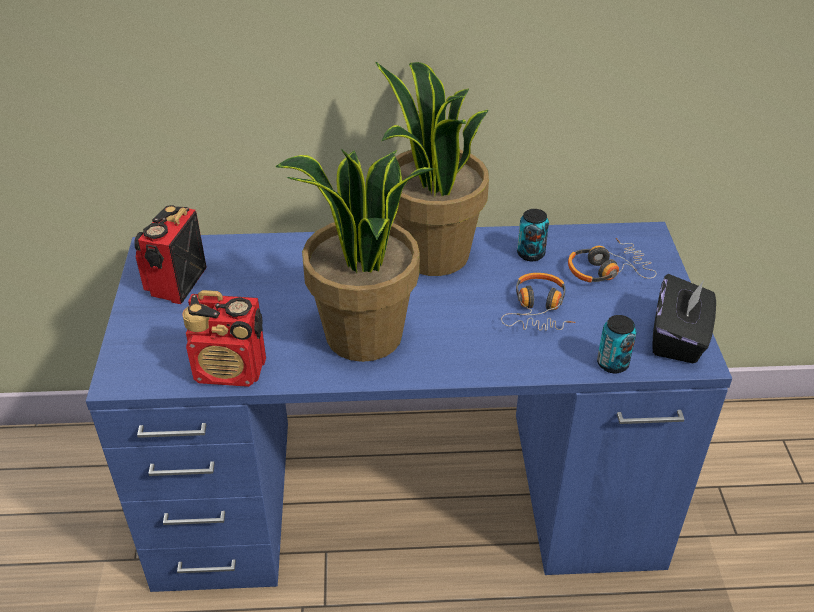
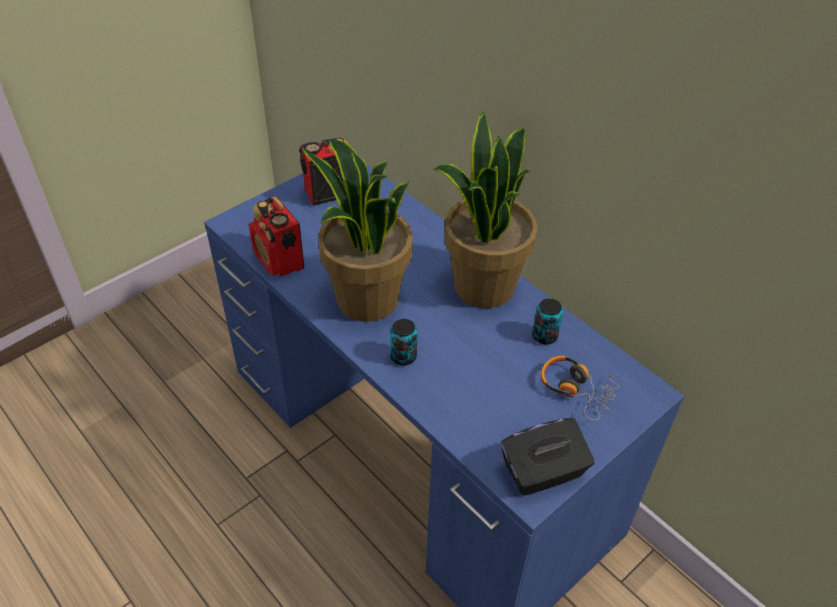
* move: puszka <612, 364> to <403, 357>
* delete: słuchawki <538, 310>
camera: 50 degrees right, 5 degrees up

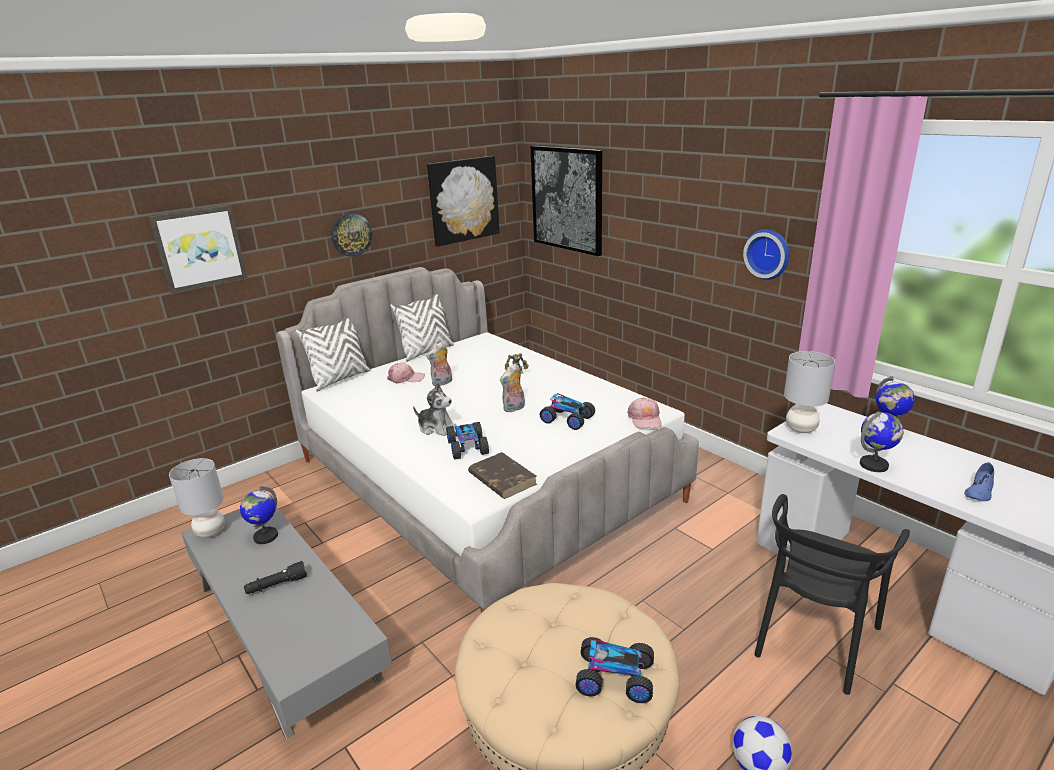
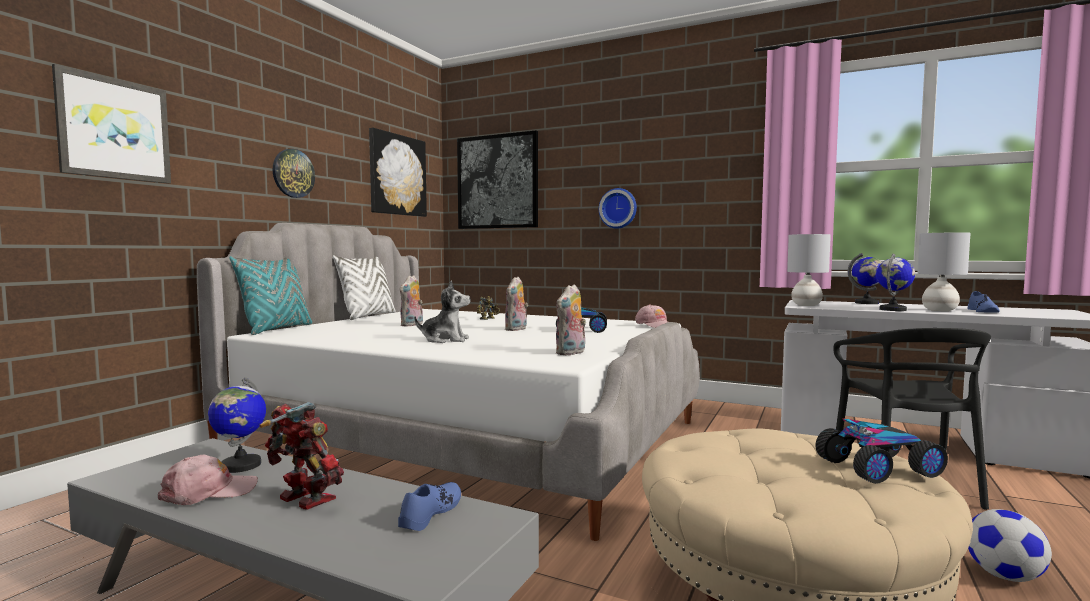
* move: czapka z daszkiem (różowy) <406, 378> to <209, 492>
* recolor: poduszka (biały) <340, 379> to poduszka (turkusowy) <276, 329>
* replace: latarka (czarny) <277, 585> to robot zabawkowy <304, 500>
* insert: but (niebieski) <430, 513>
* replace: książka (brązowy) <502, 478> to pluszak <571, 353>
* move: zegar ścienny <768, 253> to <618, 208>
* move: lampa stołowa (szary) <210, 531> to <939, 310>
* delete: samochodzik <468, 447>
camera: 25 degrees left, 20 degrees down

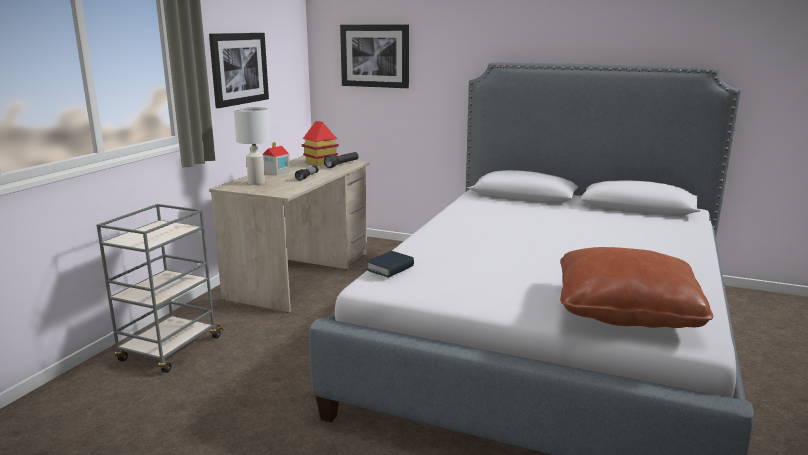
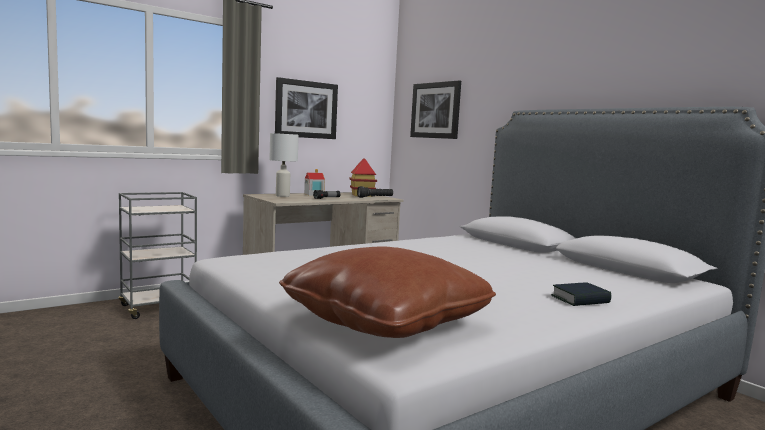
* move: książka <390, 268> to <580, 300>
camera: 30 degrees right, 10 degrees down

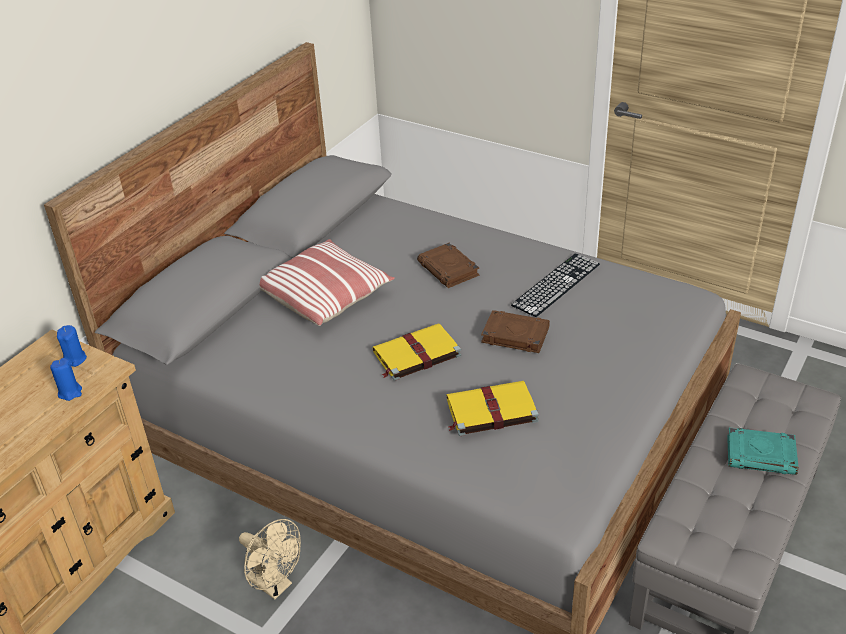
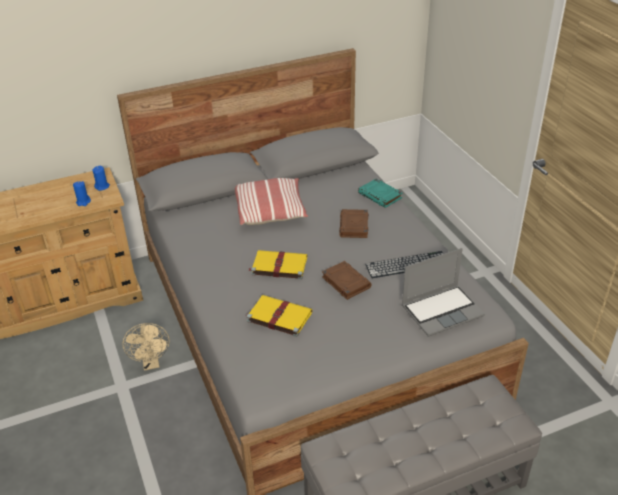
* move: książka (turkusowy) <761, 455> to <380, 196>
* insert: laptop <442, 310>
camera: 35 degrees right, 0 degrees up

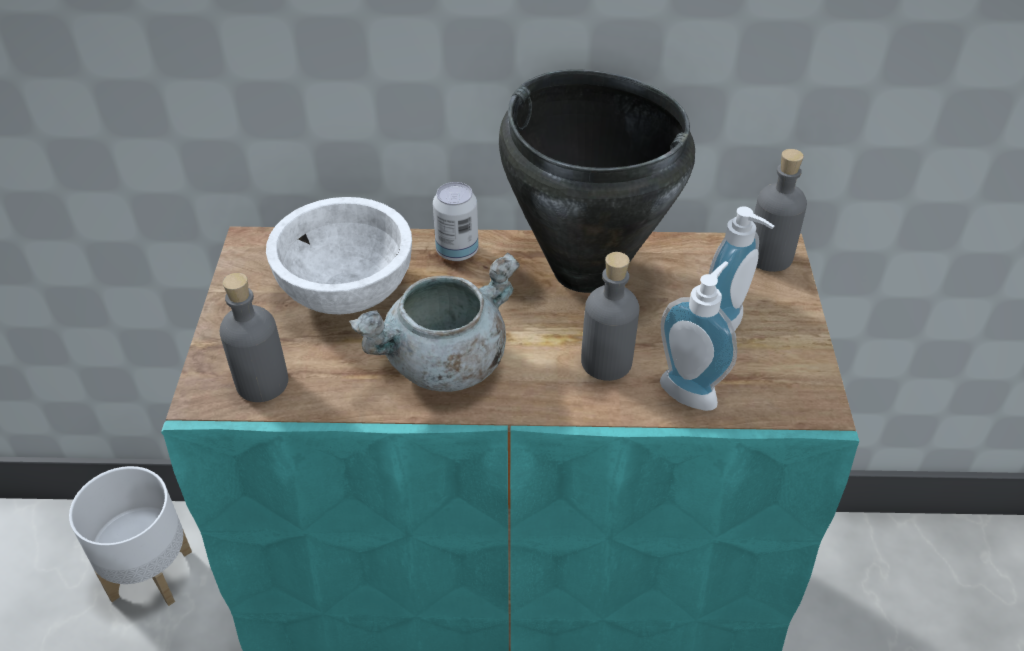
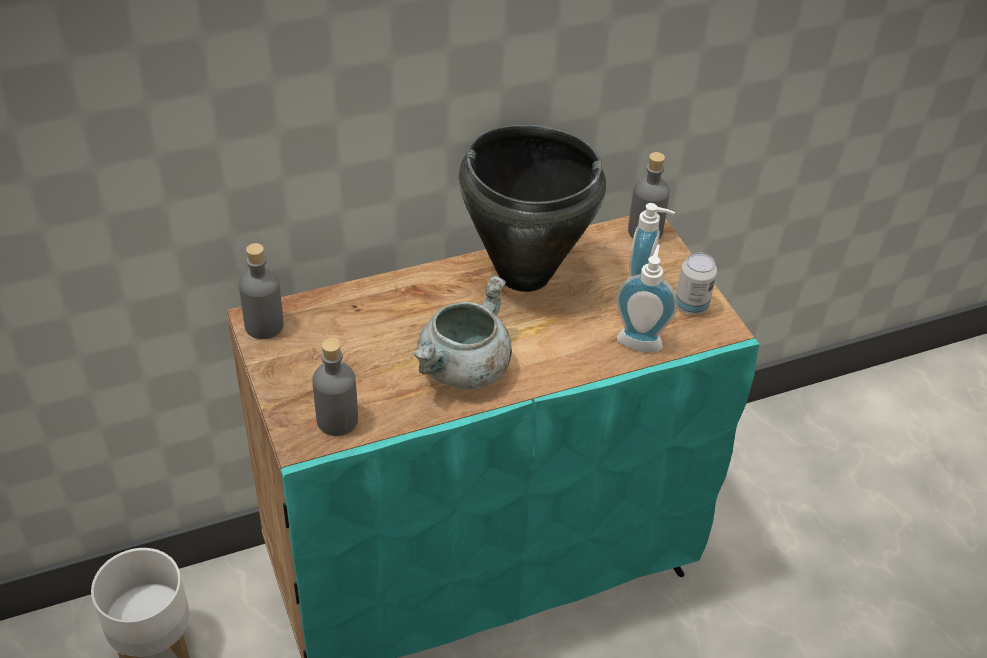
* move: butelka (szary) <606, 362> to <264, 325>
* move: puszka <457, 251> to <691, 306>
* delete: miska (biały) <346, 289>
camera: 25 degrees left, 0 degrees up

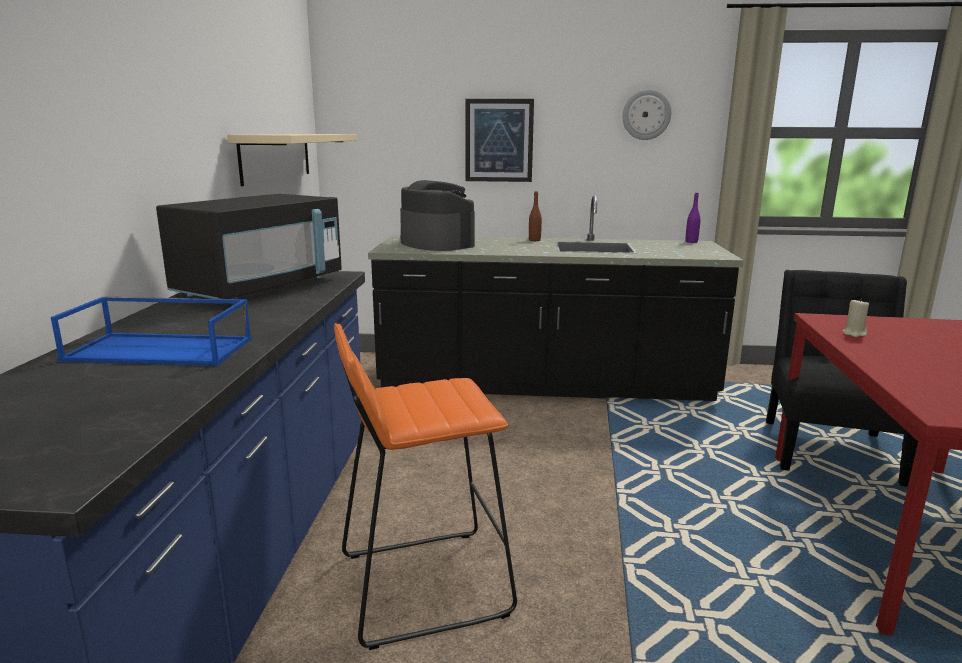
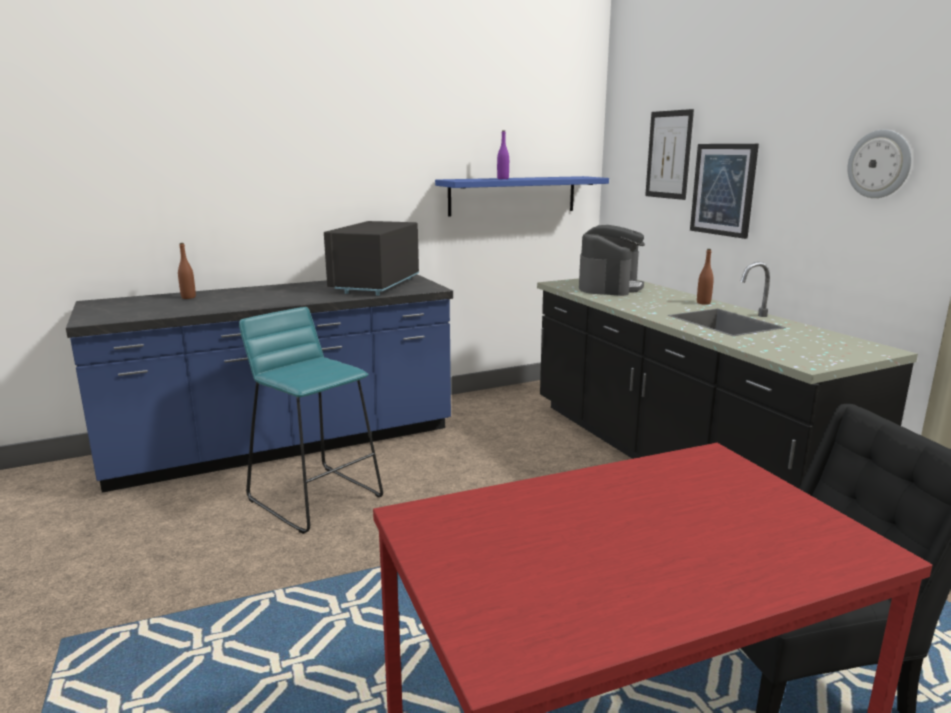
* insert: butelka (brązowy) <188, 297>
* recolor: stołek (pomarańczowy) <422, 584> to stołek (turkusowy) <316, 497>
* rotate: mikrofalówka (czarny) <261, 287> = <375, 285> 105 degrees clockwise
* recolor: półka (beżowy) <276, 156> to półka (niebieski) <513, 195>
* move: butelka (fioletowy) <691, 242> to <503, 179>
* insert: obraz <669, 155>
* delete: taca (niebieski) <162, 349>
* delete: świeca (beżowy) <854, 334>
camera: 60 degrees right, 0 degrees up

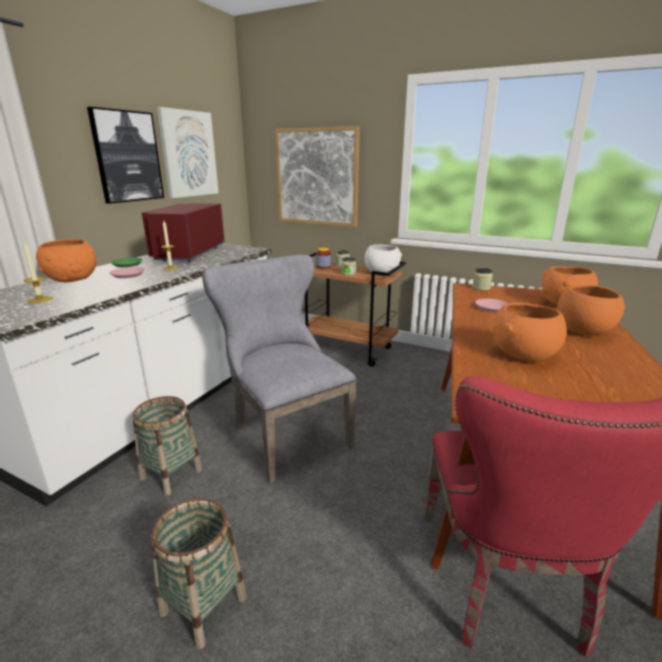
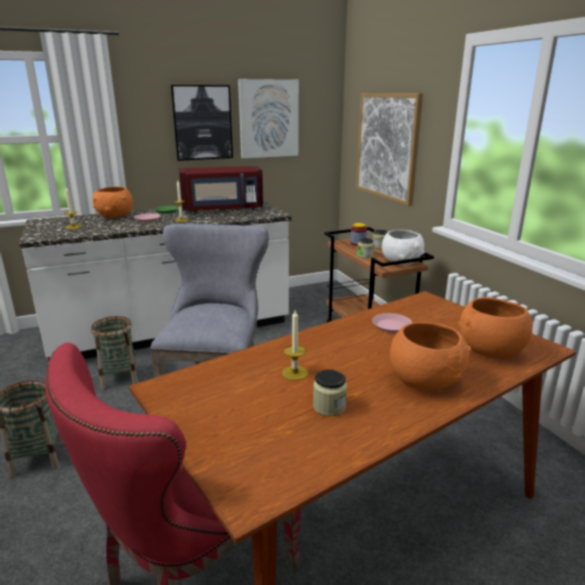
* rotate: mikrofalówka (czerwony) <188, 253> = <222, 209> 150 degrees counterclockwise
* replace: miska (pomarańczowy) <522, 355> to świeca <294, 373>
* move: słoik <481, 288> to <329, 407>
camera: 40 degrees right, 0 degrees up

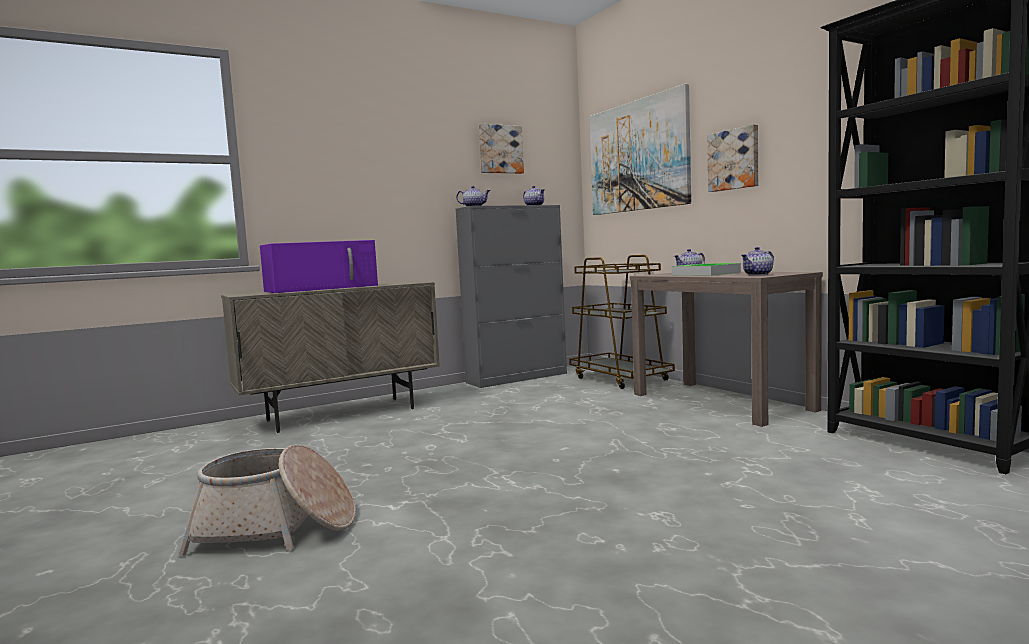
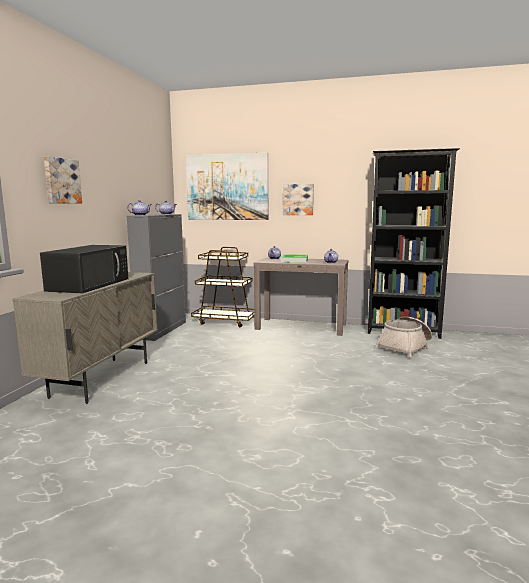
* recolor: mikrofalówka (fioletowy) <323, 288> to mikrofalówka (czarny) <89, 284>
* move: obraz <500, 149> to <61, 181>
* move: koszyk <276, 529> to <405, 347>
camera: 45 degrees left, 5 degrees up

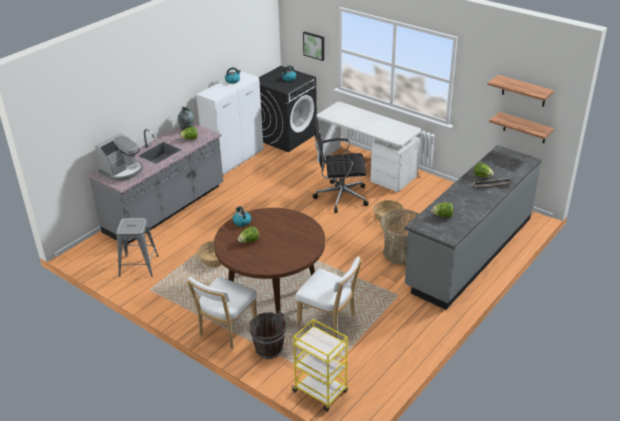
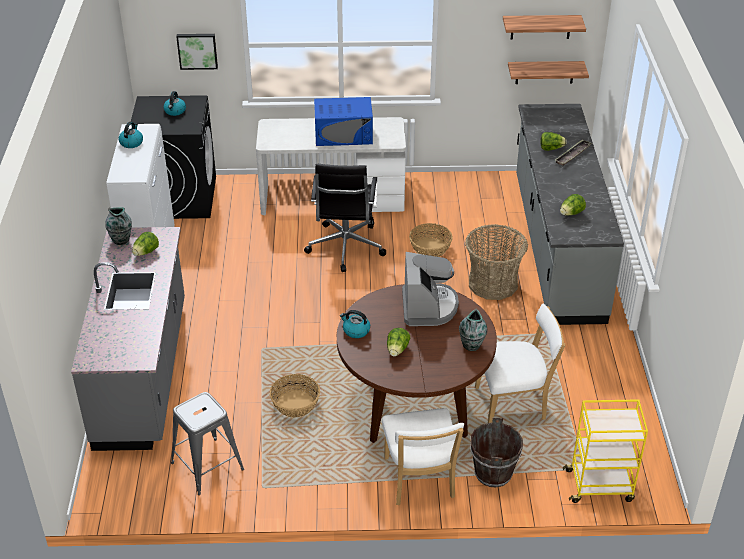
* rotate: krzesło biurowe (czarny) <339, 197> = <345, 248> 45 degrees counterclockwise
* insert: mikrofalówka (niebieski) <343, 135>
* move: ekspres do kawy <122, 171> to <428, 307>
* insert: wazon <471, 345>
camera: 40 degrees left, 5 degrees up

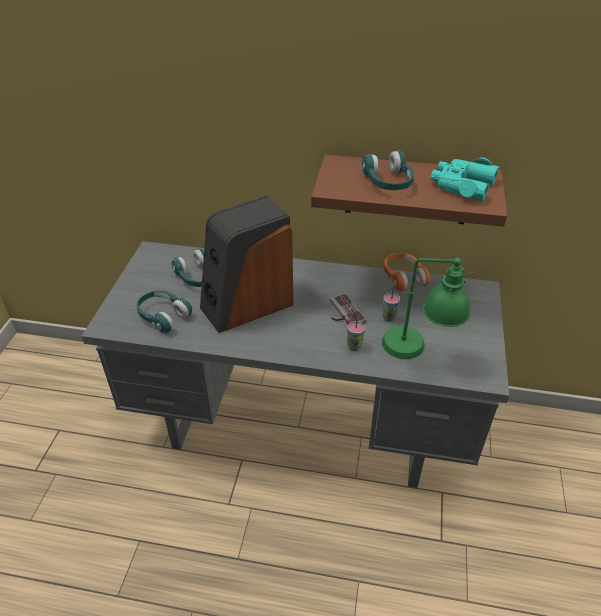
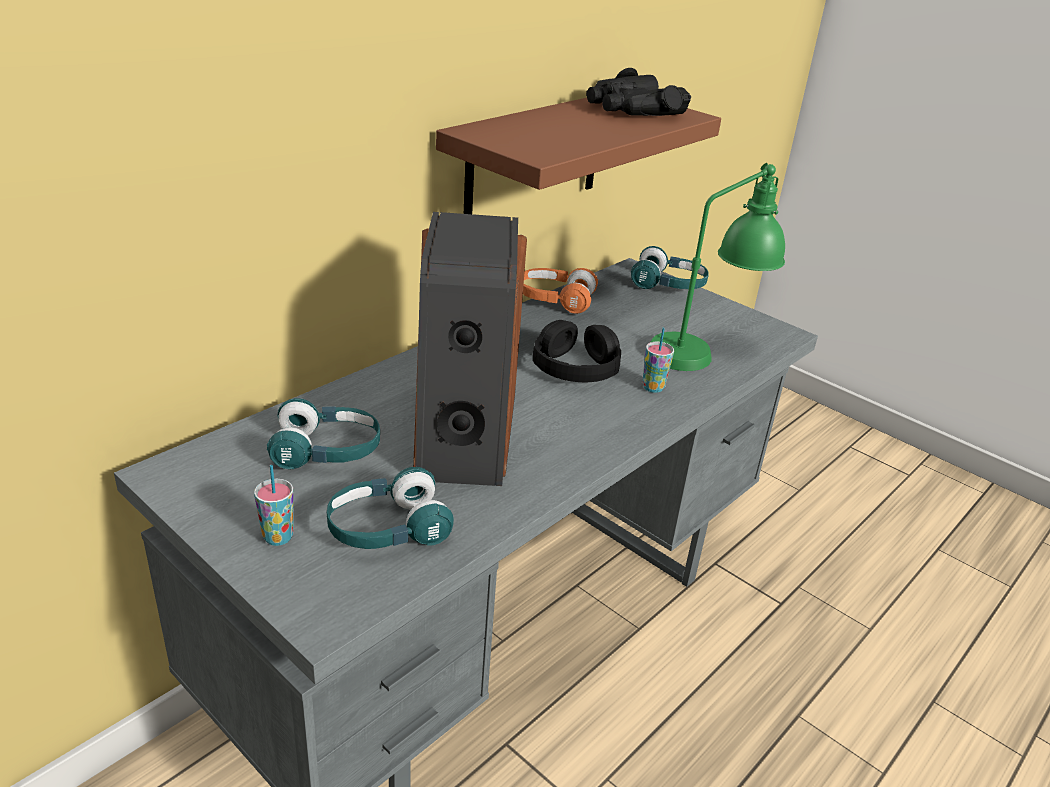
* move: filiżanka <389, 317> to <278, 537>
* replace: pad do gier <342, 313> to słuchawki (czarny) <575, 367>
* recolor: lornetka (turkusowy) <461, 185> to lornetka (czarny) <632, 109>
* move: słuchawki (turkusowy) <388, 182> to <668, 285>
camera: 60 degrees left, 10 degrees down

